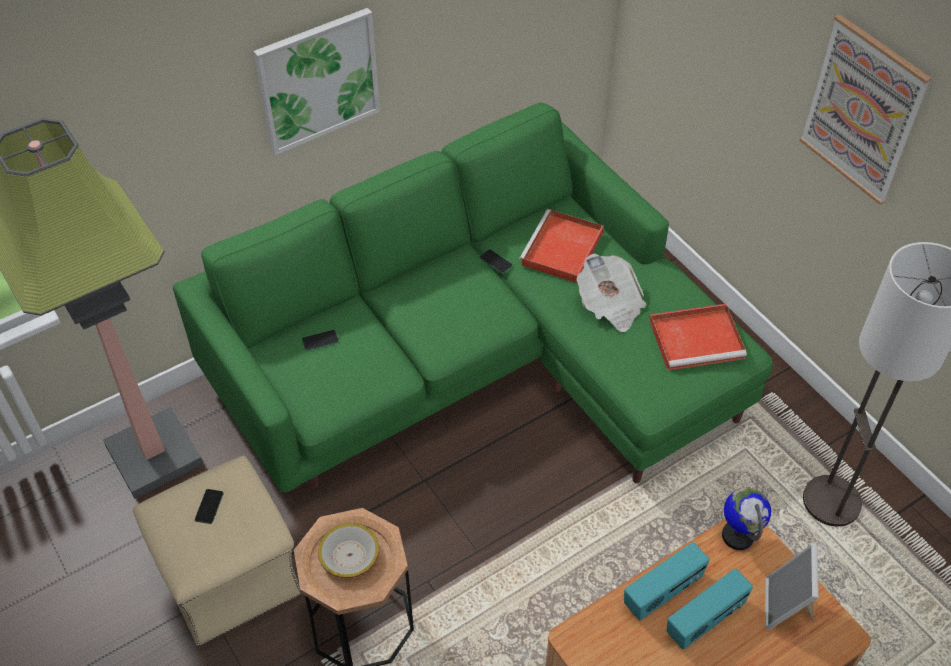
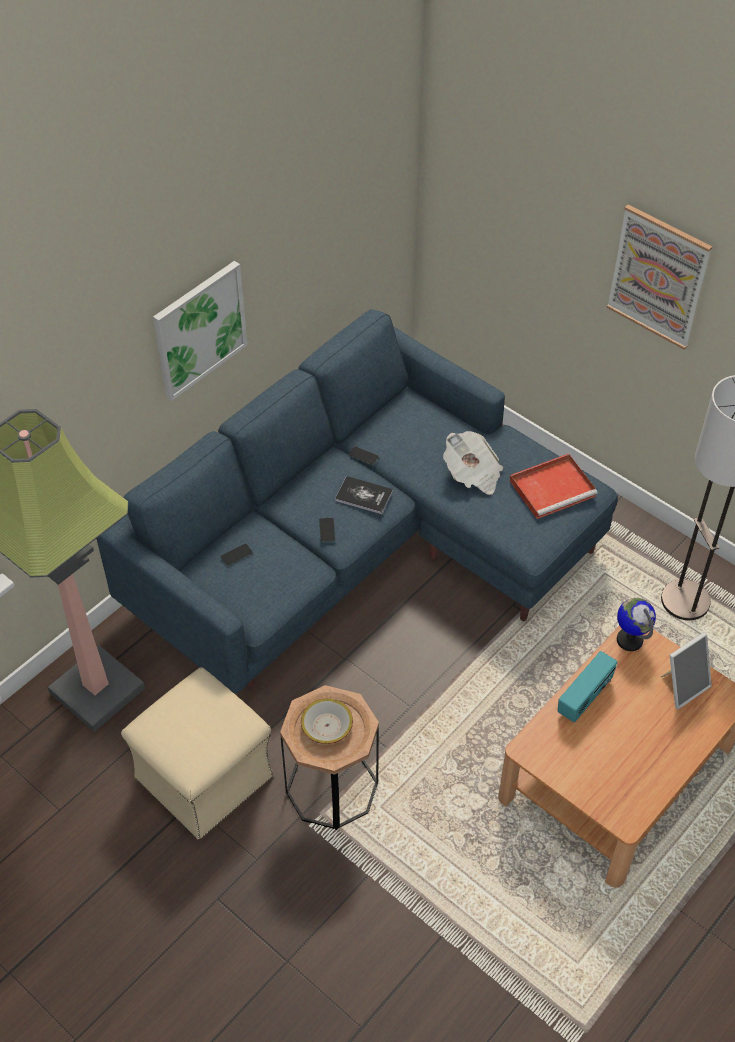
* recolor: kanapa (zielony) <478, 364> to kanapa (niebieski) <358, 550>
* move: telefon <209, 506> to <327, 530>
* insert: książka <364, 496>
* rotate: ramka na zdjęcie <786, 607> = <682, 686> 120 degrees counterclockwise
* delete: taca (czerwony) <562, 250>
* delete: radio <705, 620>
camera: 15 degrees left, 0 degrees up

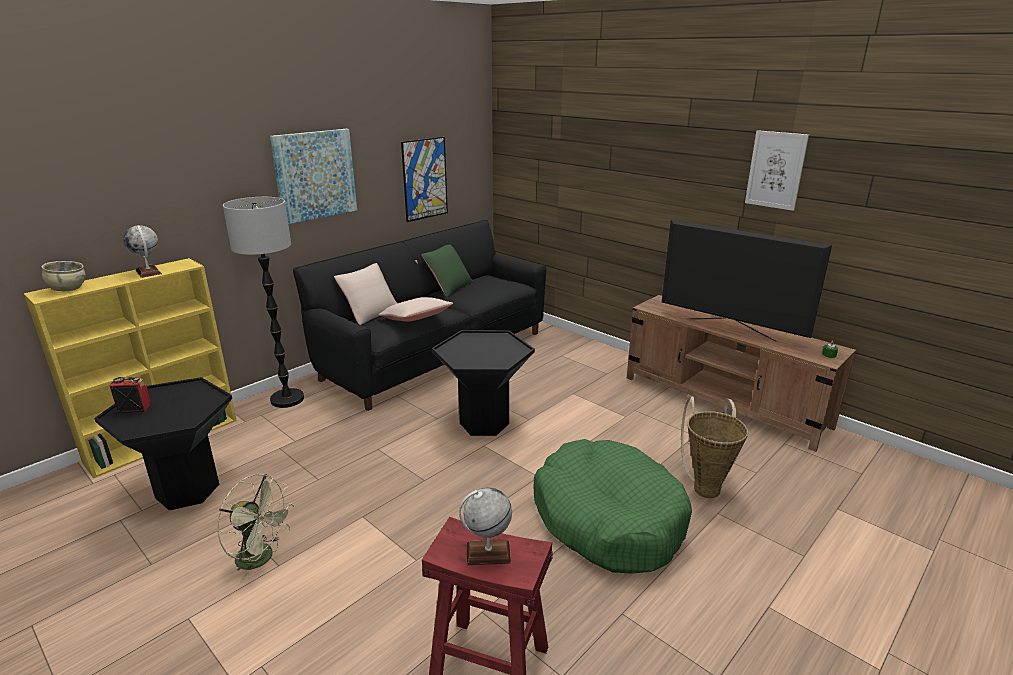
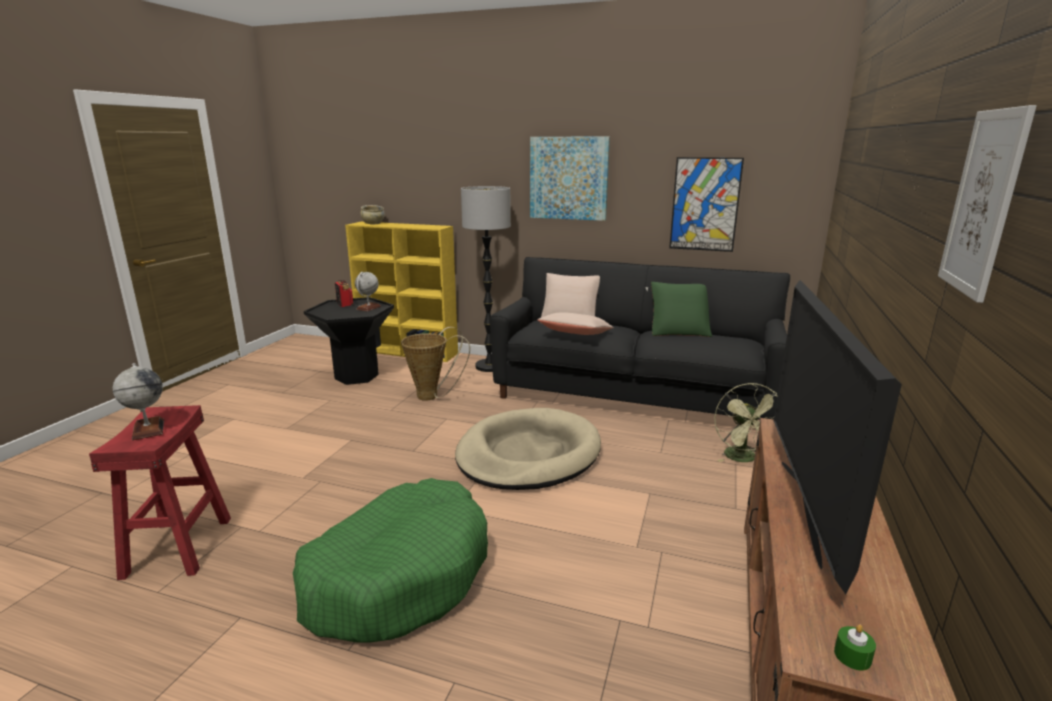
* move: globus <149, 272> to <368, 308>
* move: koszyk <705, 486> to <432, 396>
* replace: stolik (czarny) <484, 423> to legowisko (beżowy) <528, 454>
* move: wentylator (zielony) <262, 558> to <743, 459>
camera: 65 degrees right, 5 degrees down

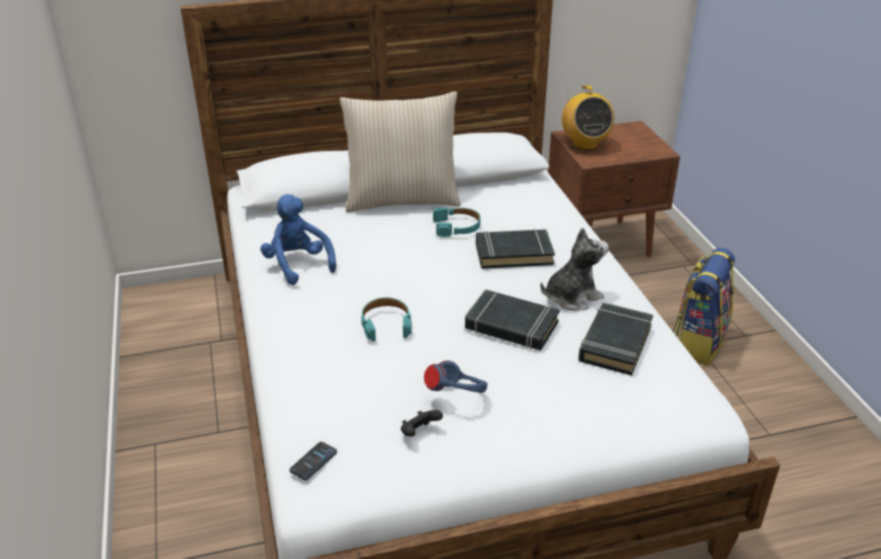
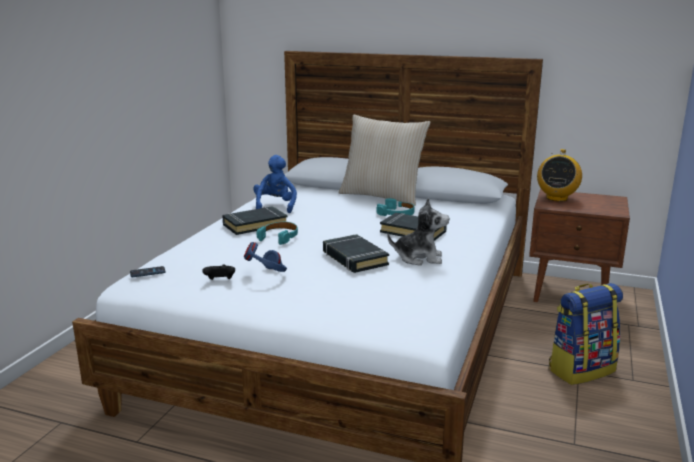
* move: książka (czarny) <614, 343> to <255, 225>
camera: 35 degrees right, 15 degrees down

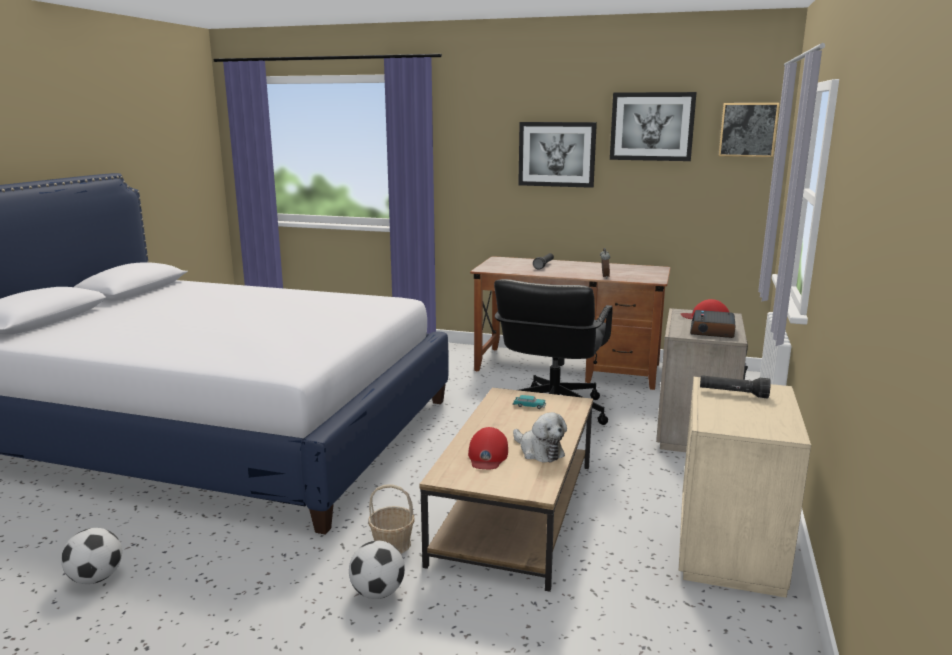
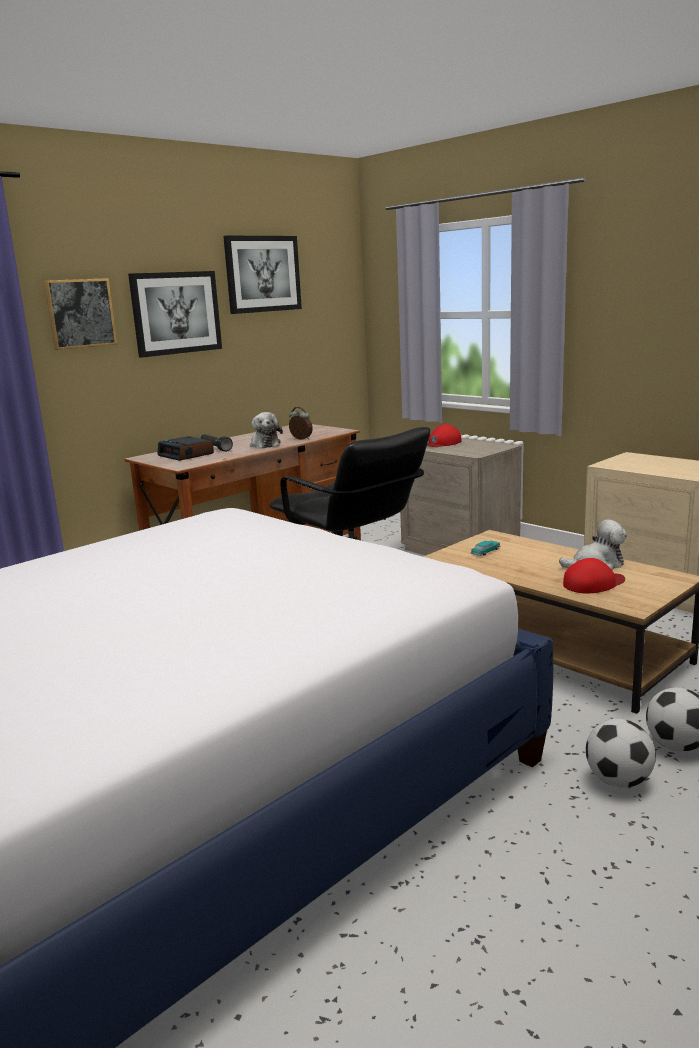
* move: obraz <748, 129> to <80, 313>
* move: budzik <712, 330> to <186, 454>
* insert: pluszak <265, 444>
* rotate: czapka z daszkiem (czerwony) <487, 455> = <593, 583> 60 degrees counterclockwise
* move: piłka futbolowa <96, 578> to <618, 781>
* delete: koszyk <392, 544>
* delete: latarka (czarny) <733, 394>
camera: 60 degrees left, 0 degrees up

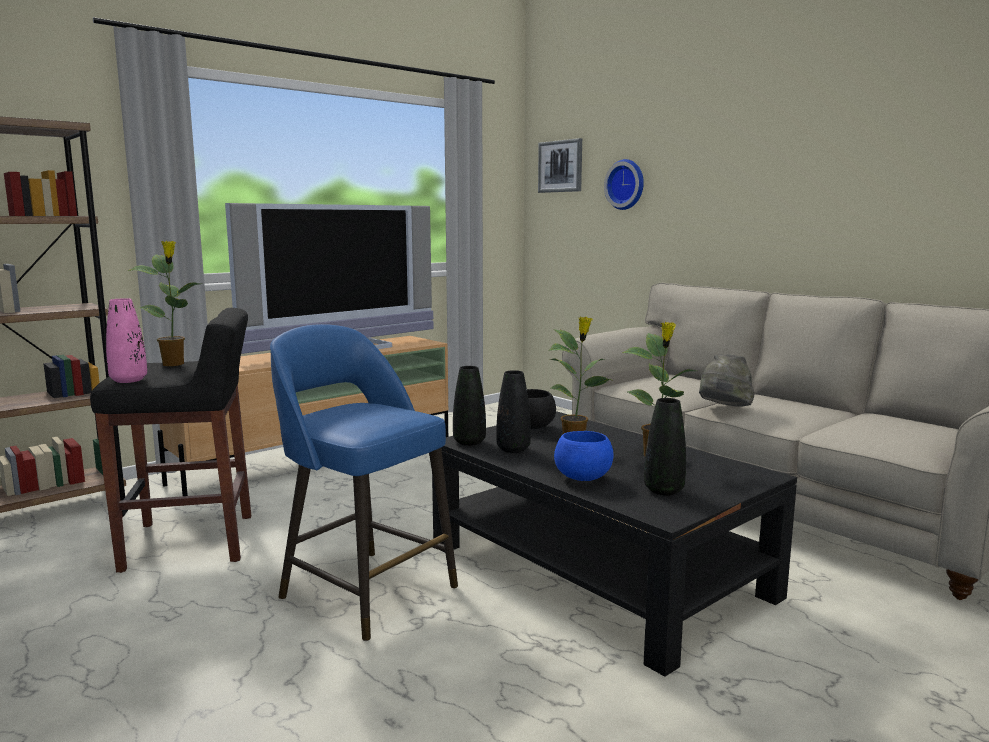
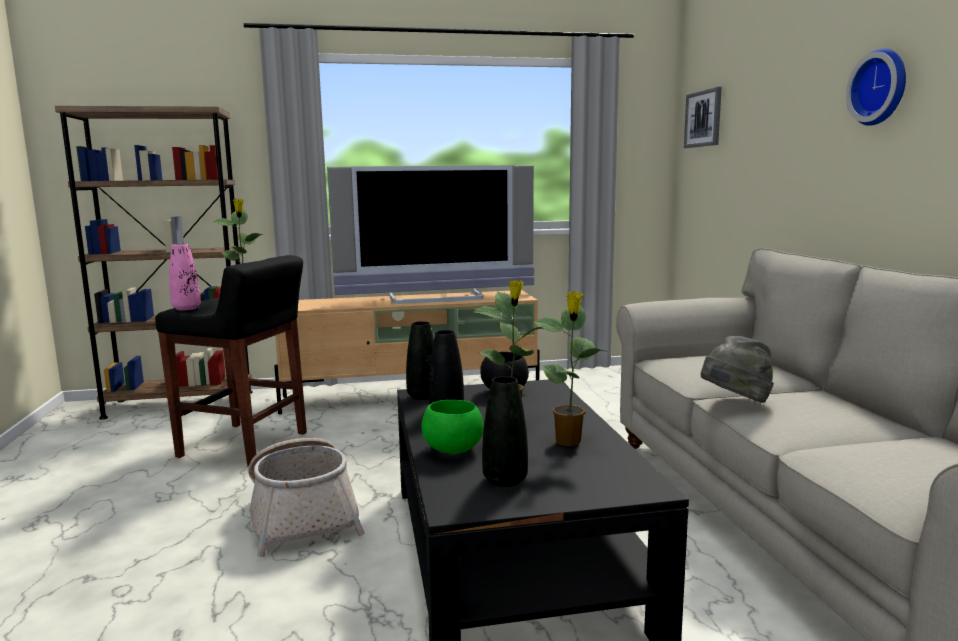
* replace: stołek (niebieski) <365, 590> to koszyk <303, 515>
* recolor: miska (niebieski) <583, 479> to miska (zielony) <452, 451>
* move: zegar ścienny <626, 184> to <881, 87>
camera: 30 degrees right, 0 degrees up

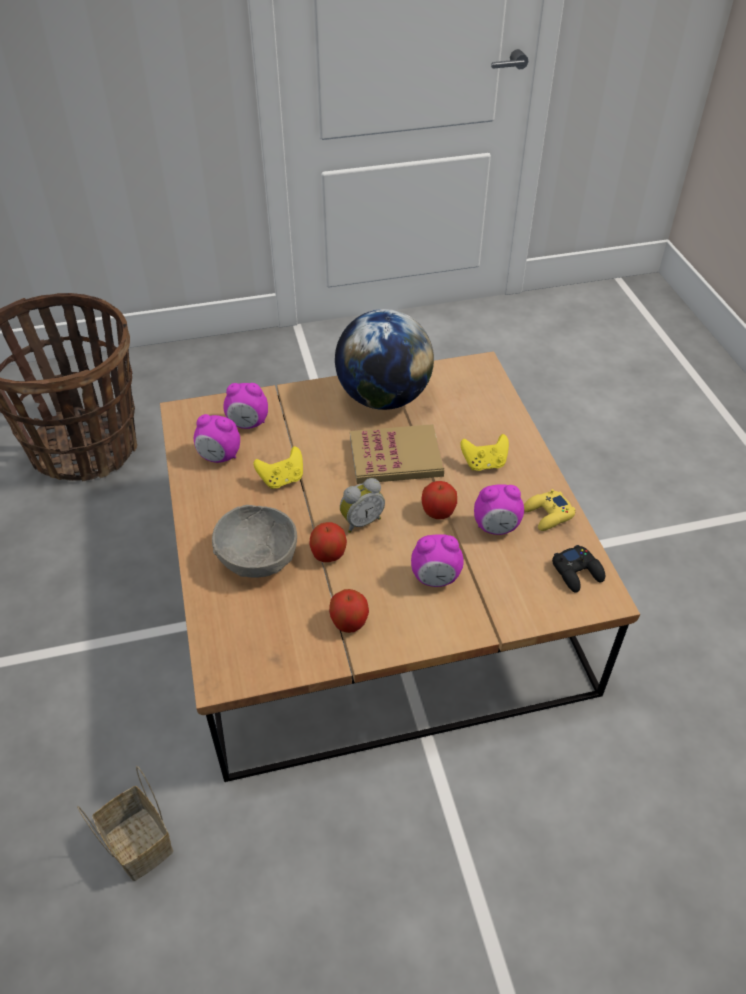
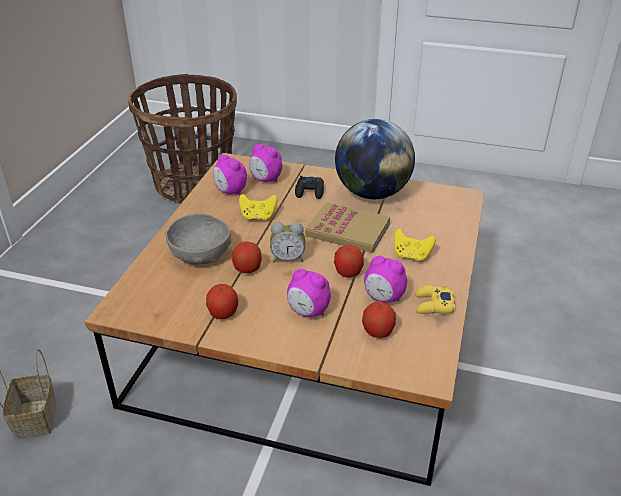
* move: pad do gier (czarny) <577, 572> to <310, 191>
* insert: jabłko <378, 332>
camera: 30 degrees right, 10 degrees down

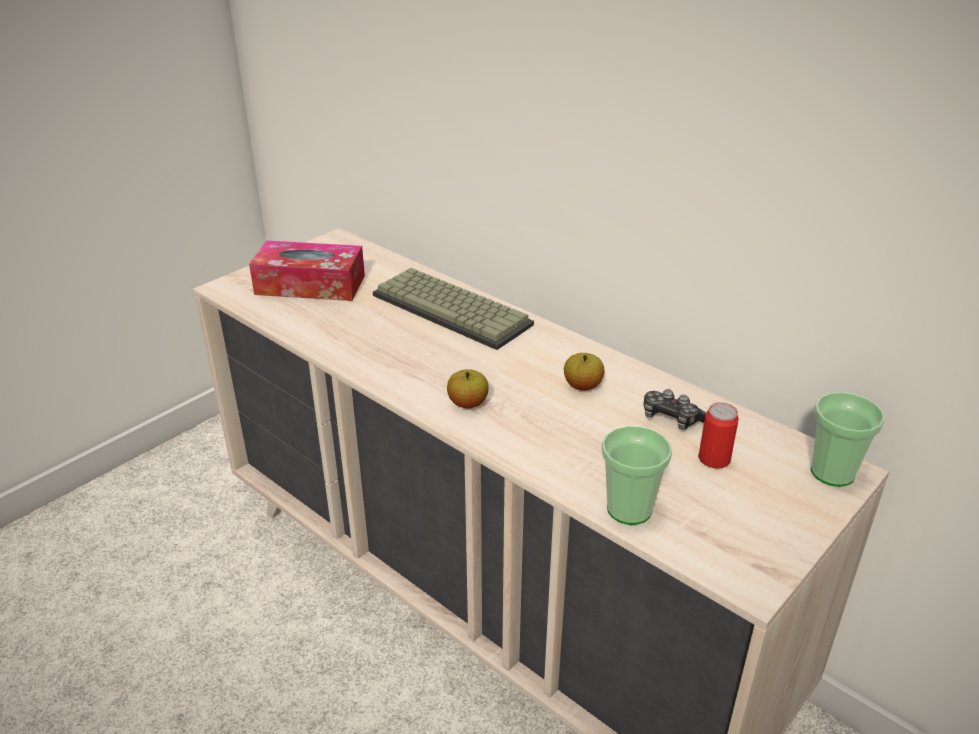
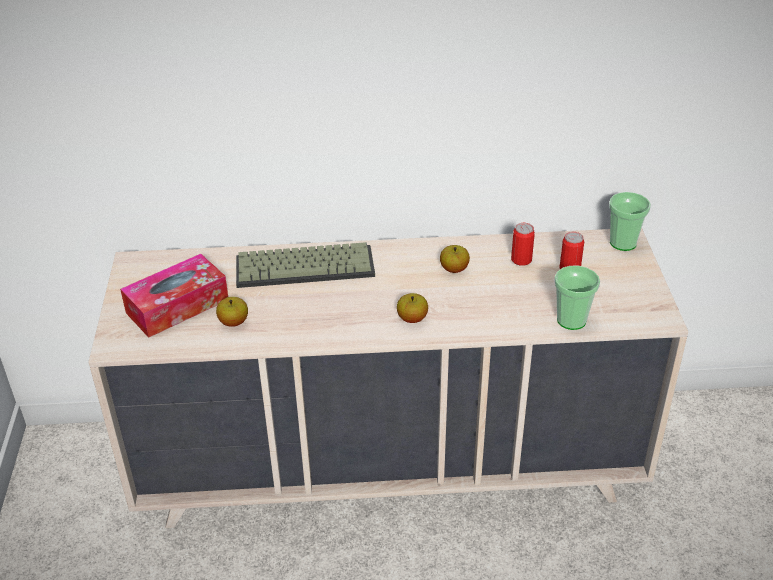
* insert: jabłko <233, 322>
* replace: pad do gier <671, 418> to puszka <521, 260>
camera: 45 degrees left, 5 degrees up

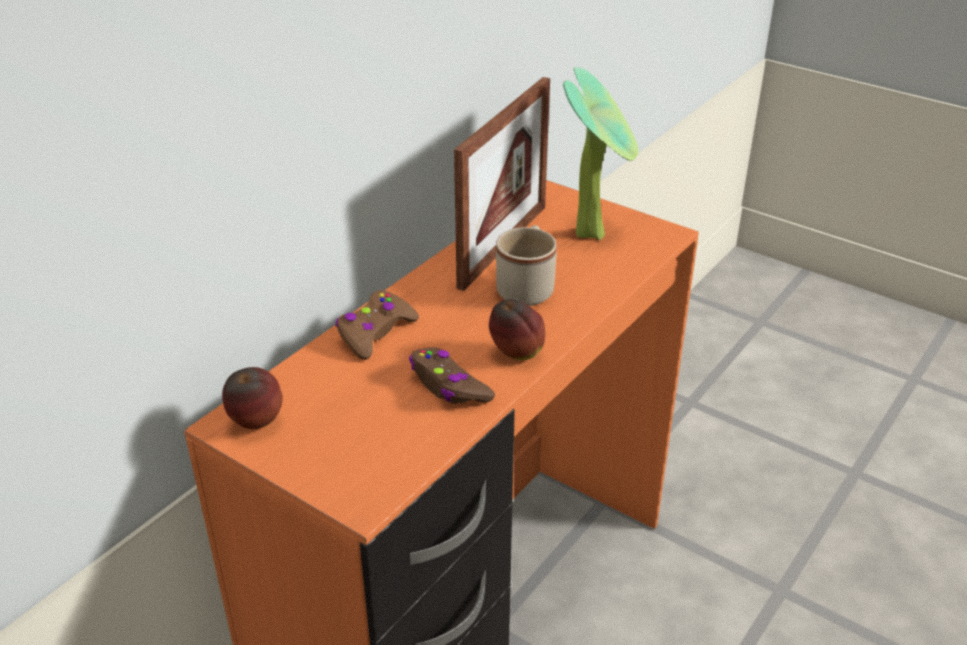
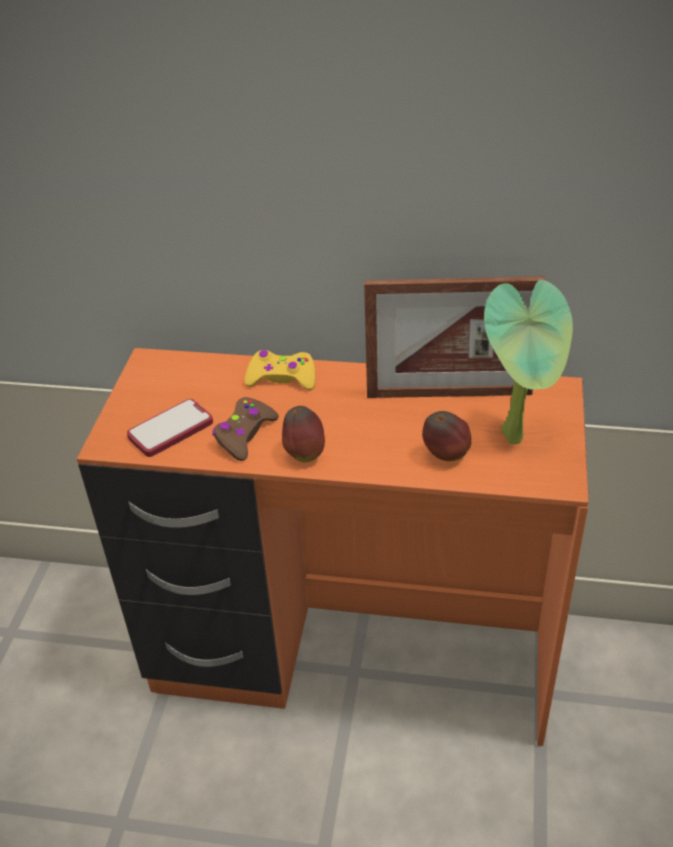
* insert: telefon <170, 429>
* recolor: pad do gier (brązowy) <375, 333> to pad do gier (żółty) <282, 378>
* move: jabłko <256, 424> to <446, 456>
* delete: kubek (beżowy) <527, 287>
camera: 65 degrees right, 5 degrees up

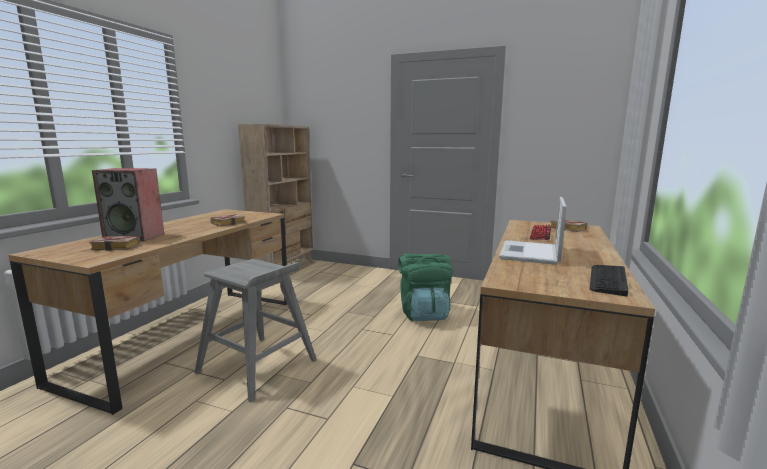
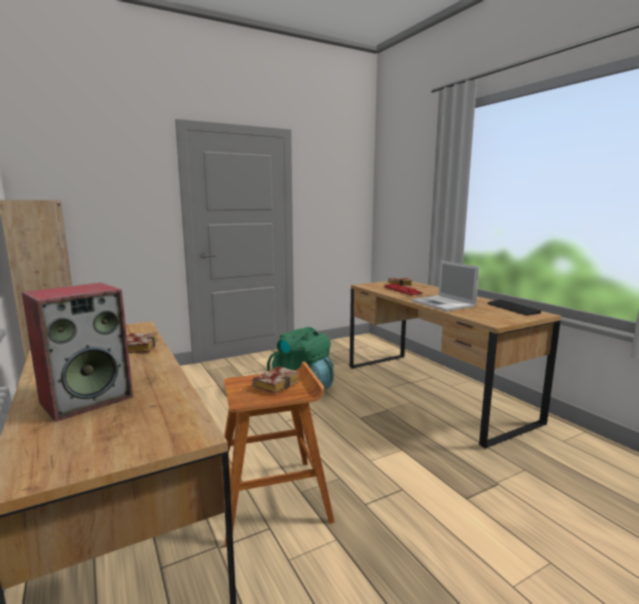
* recolor: stołek (szary) <258, 367> to stołek (brązowy) <273, 498>
* move: książka <118, 246> to <276, 383>
camera: 50 degrees left, 0 degrees up

